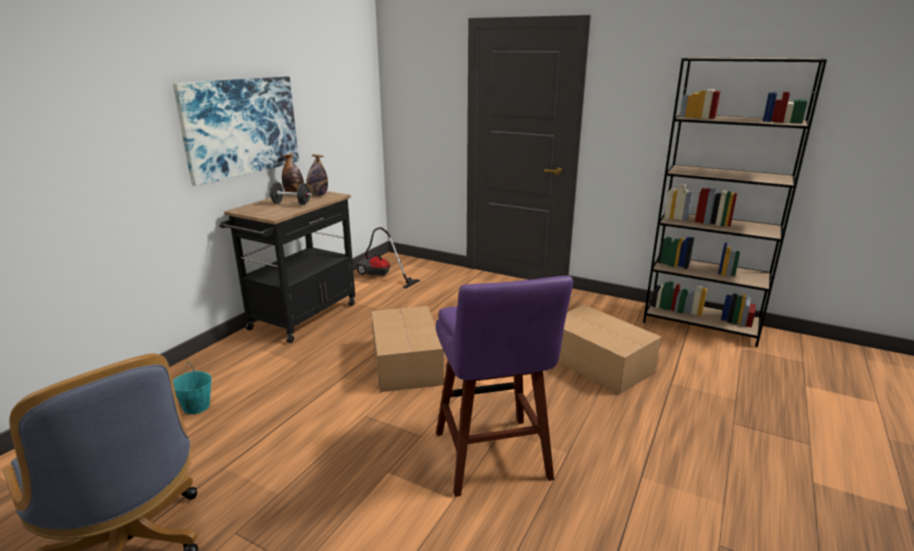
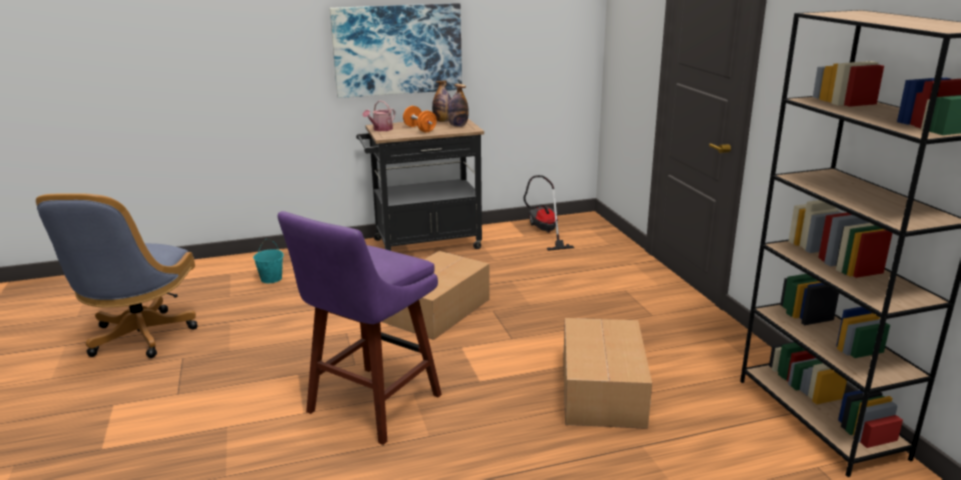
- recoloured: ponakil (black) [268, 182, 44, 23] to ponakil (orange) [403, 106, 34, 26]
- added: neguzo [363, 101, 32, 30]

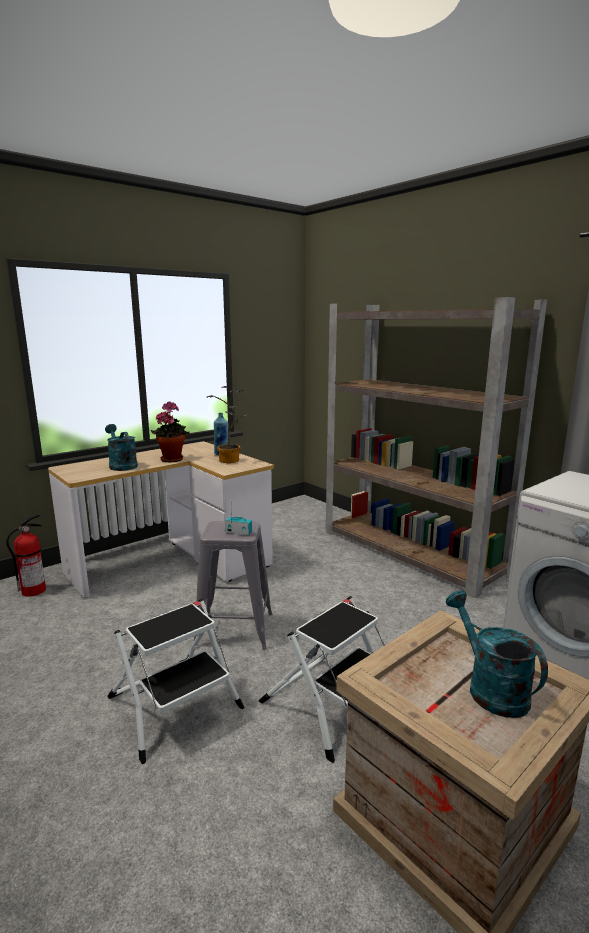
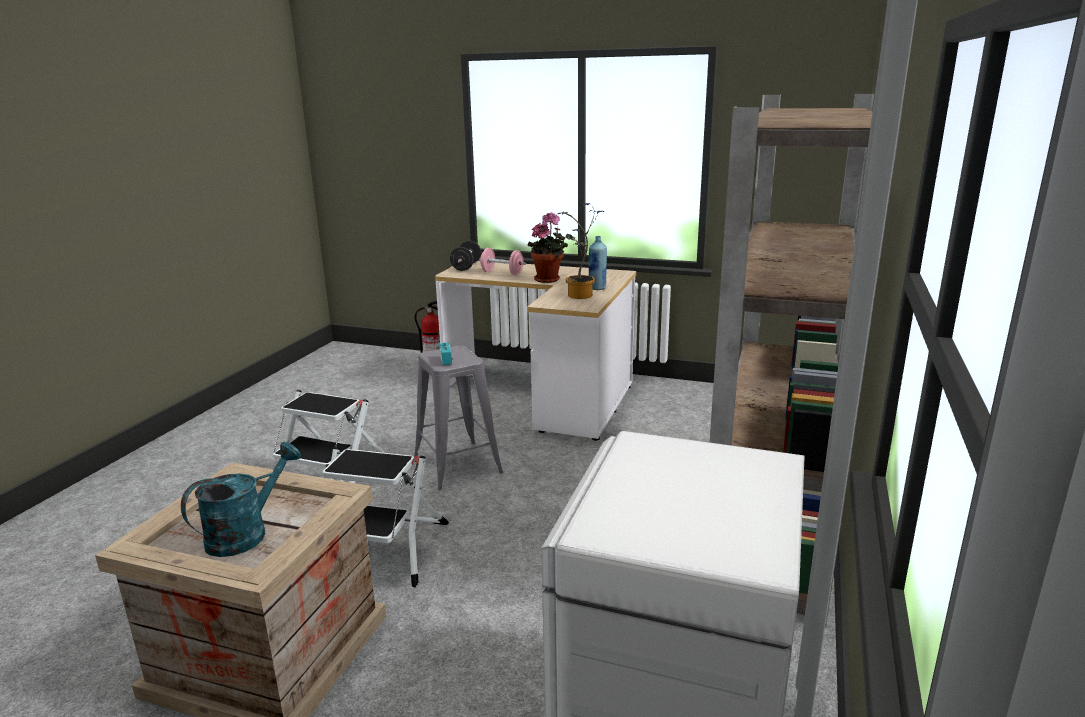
- replaced: neguzo (turquoise) [105, 424, 33, 47] to ponakil (pink) [479, 248, 46, 27]
- added: ponakil (black) [450, 241, 32, 30]

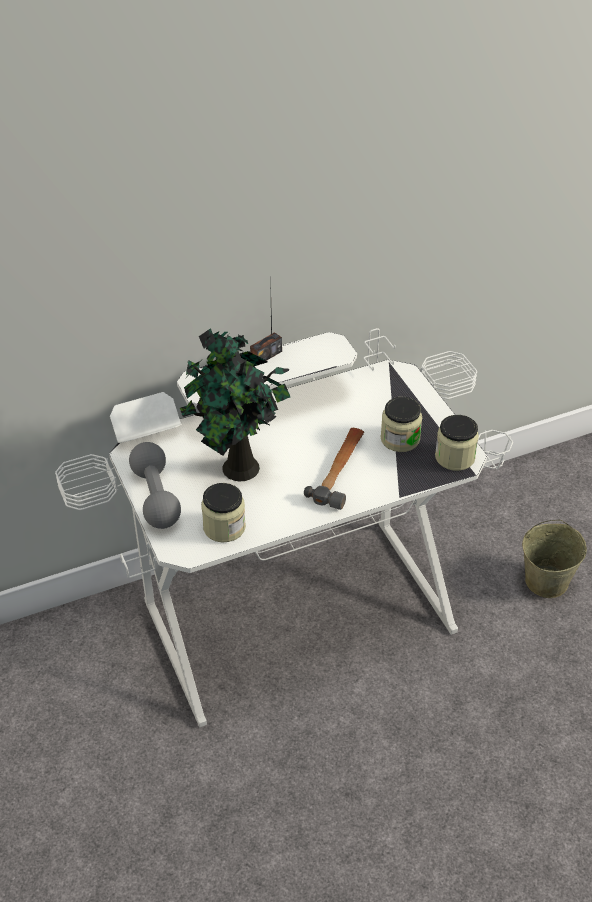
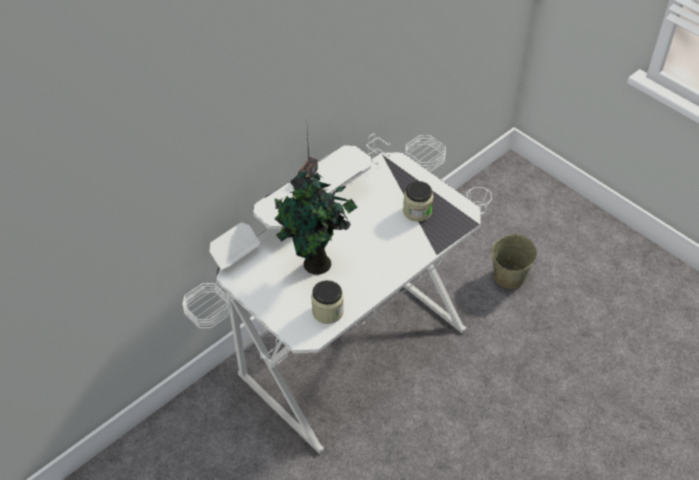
- removed: ponakil (grey) [129, 442, 52, 87]
- removed: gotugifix [304, 428, 60, 82]
- removed: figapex [435, 415, 44, 56]

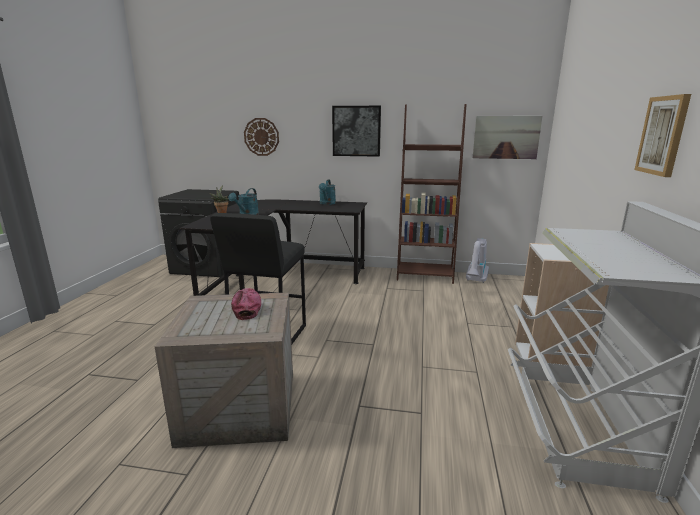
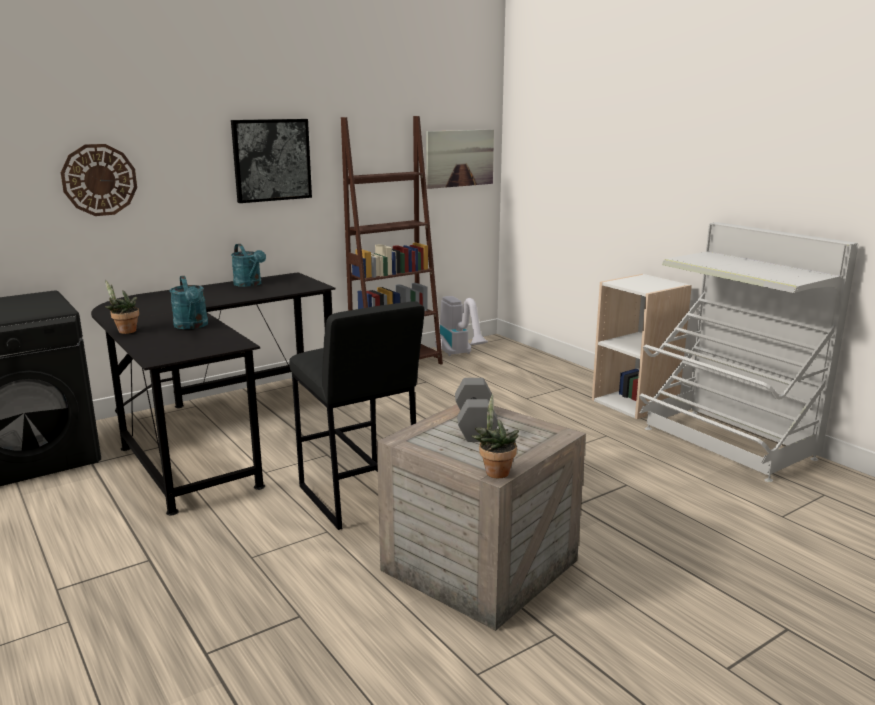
- replaced: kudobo [231, 288, 30, 32] to ponakil (grey) [455, 378, 43, 64]
- removed: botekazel [634, 94, 57, 83]
- added: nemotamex [471, 394, 48, 84]

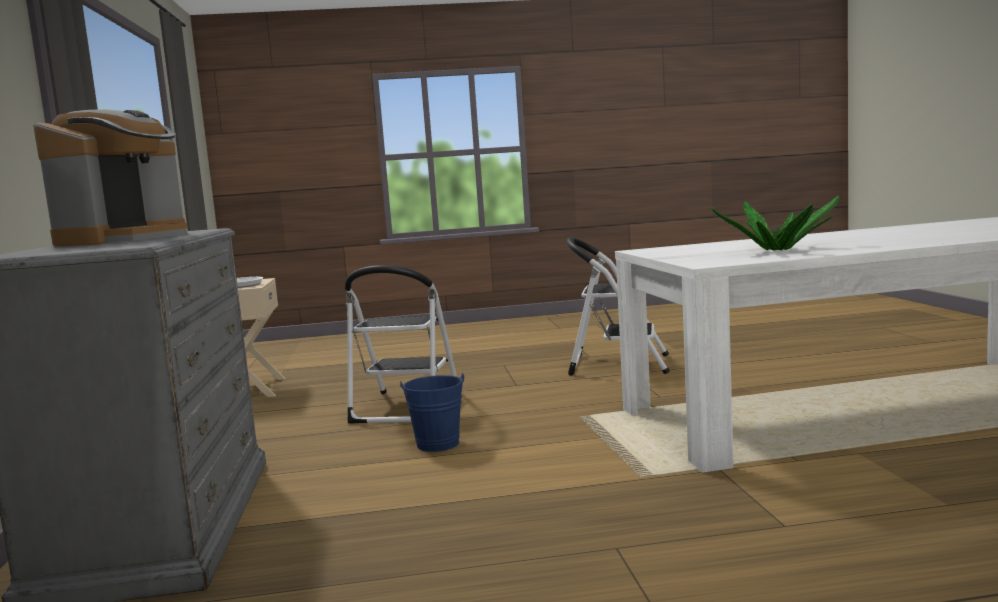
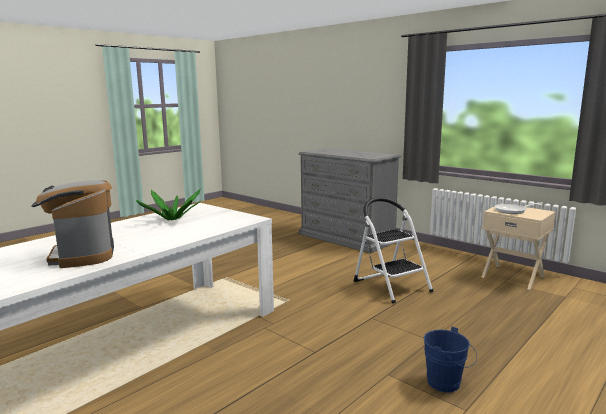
- moved: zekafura [33, 109, 155, 137] to [31, 180, 83, 88]
- moved: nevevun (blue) [400, 373, 64, 79] to [424, 327, 53, 66]
- removed: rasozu [566, 237, 104, 139]

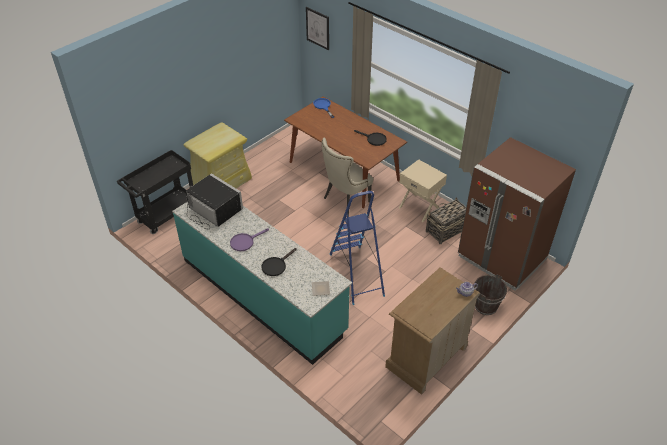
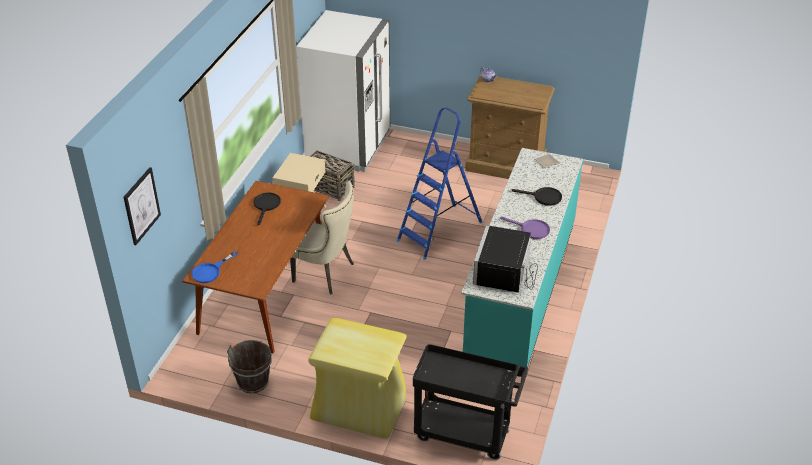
- recoloured: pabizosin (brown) [458, 137, 118, 154] to pabizosin (white) [296, 10, 94, 162]
- moved: nevevun (brown) [474, 274, 33, 41] to [227, 340, 44, 54]

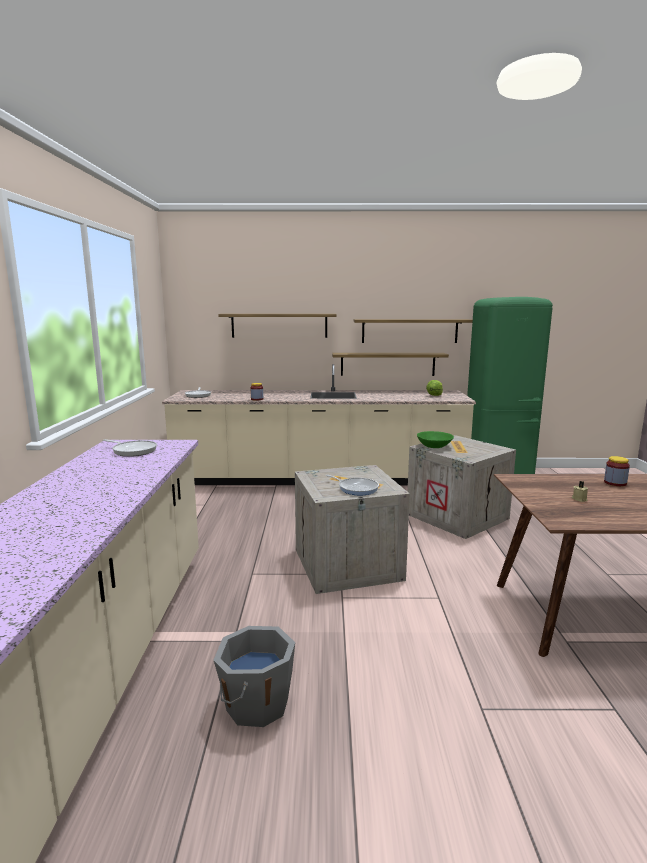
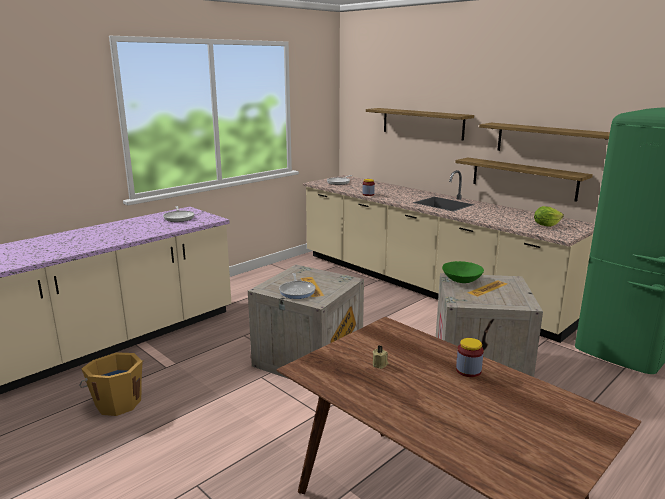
- recoloured: nevevun (grey) [214, 626, 81, 101] to nevevun (orange) [79, 352, 64, 64]

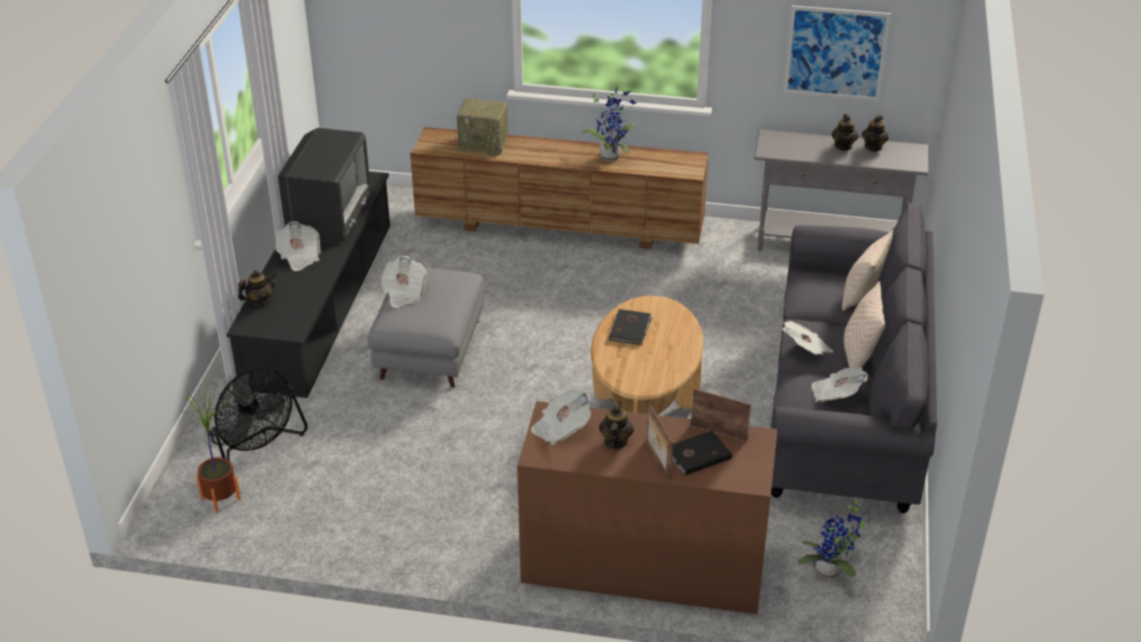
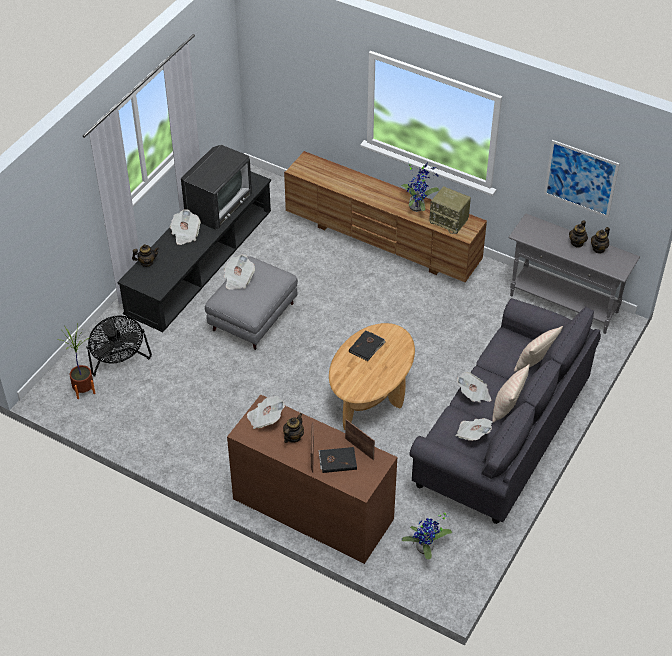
- moved: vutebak [457, 98, 51, 58] to [429, 186, 42, 48]

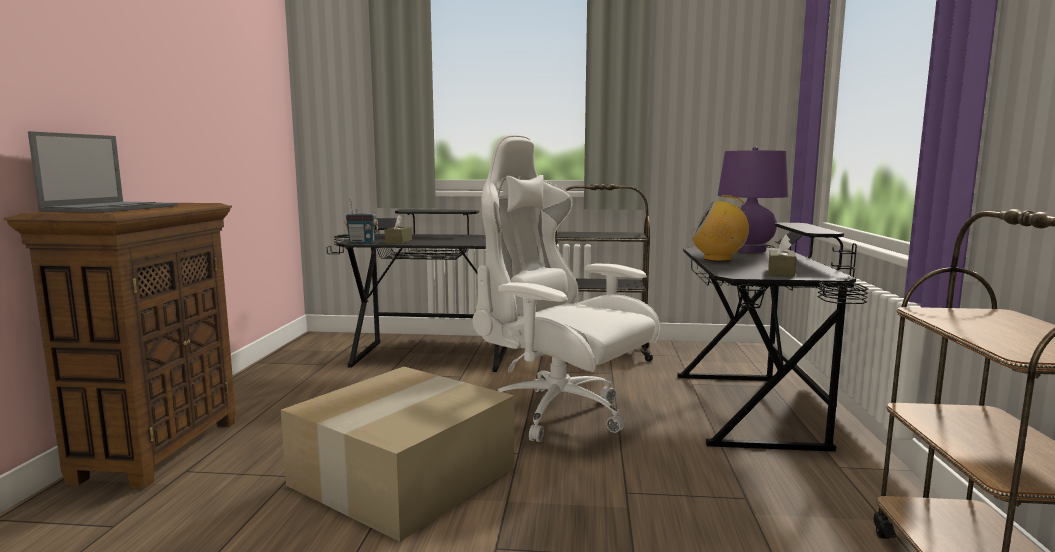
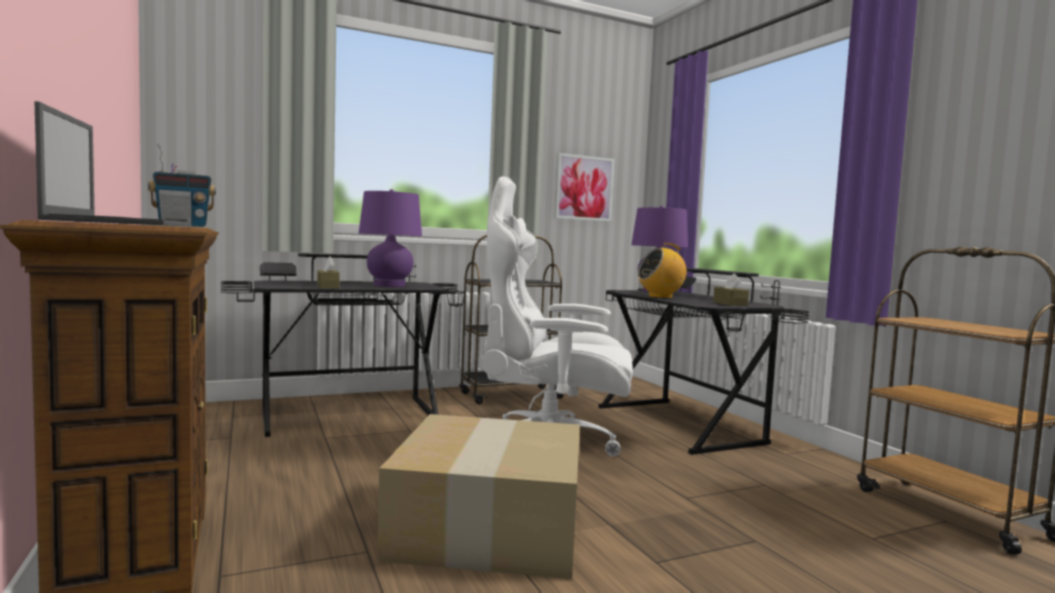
- moved: vutebak [344, 199, 34, 44] to [148, 144, 68, 83]
- added: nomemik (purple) [359, 189, 63, 98]
- added: botekazel [555, 153, 60, 69]

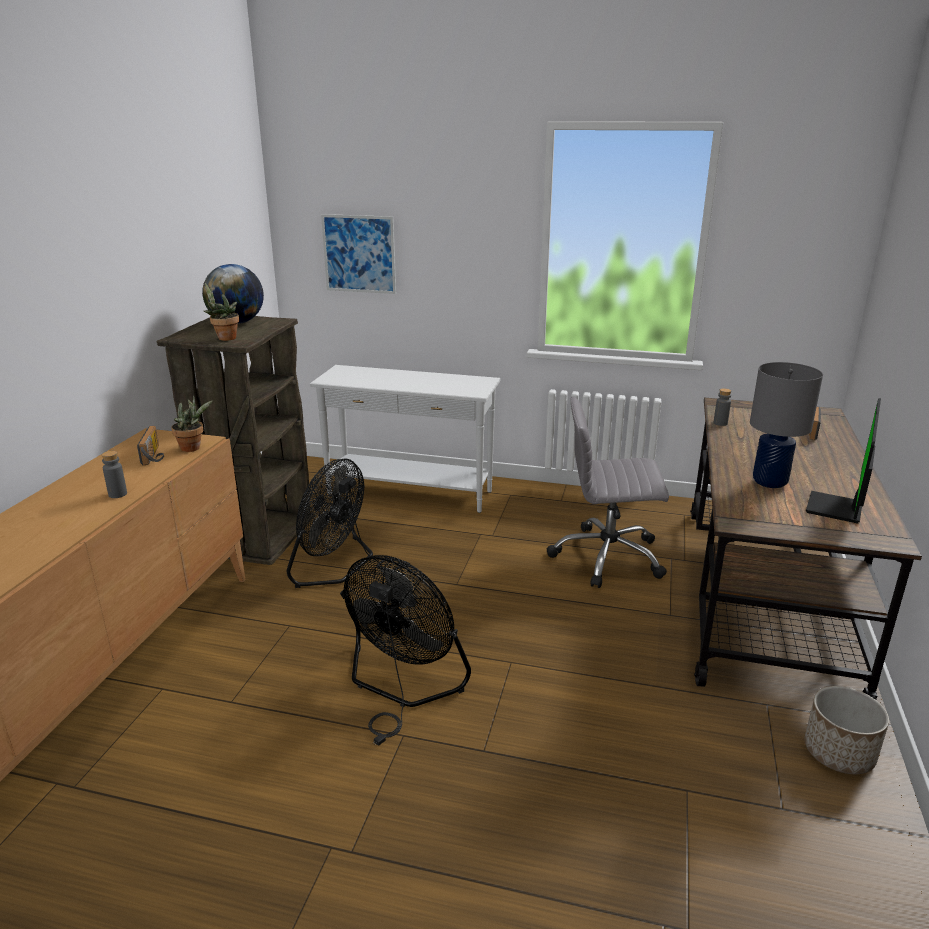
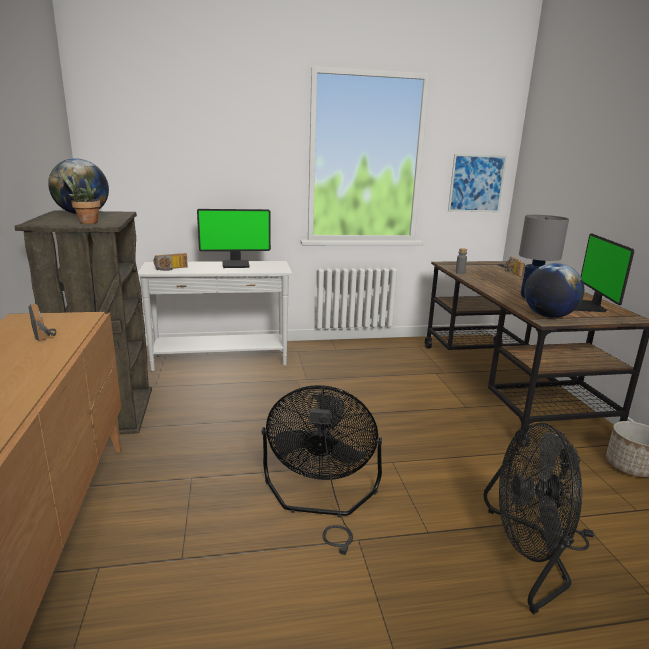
- removed: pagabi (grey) [102, 451, 25, 47]
- removed: nemotamex [171, 395, 41, 57]
- moved: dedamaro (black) [287, 459, 123, 129] to [484, 423, 112, 191]
- moved: botekazel [321, 214, 75, 80] to [448, 154, 59, 58]
- removed: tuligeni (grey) [547, 397, 122, 191]
- added: vutebak [153, 253, 35, 18]
- added: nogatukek [197, 209, 74, 59]
- added: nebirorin [524, 263, 60, 55]

